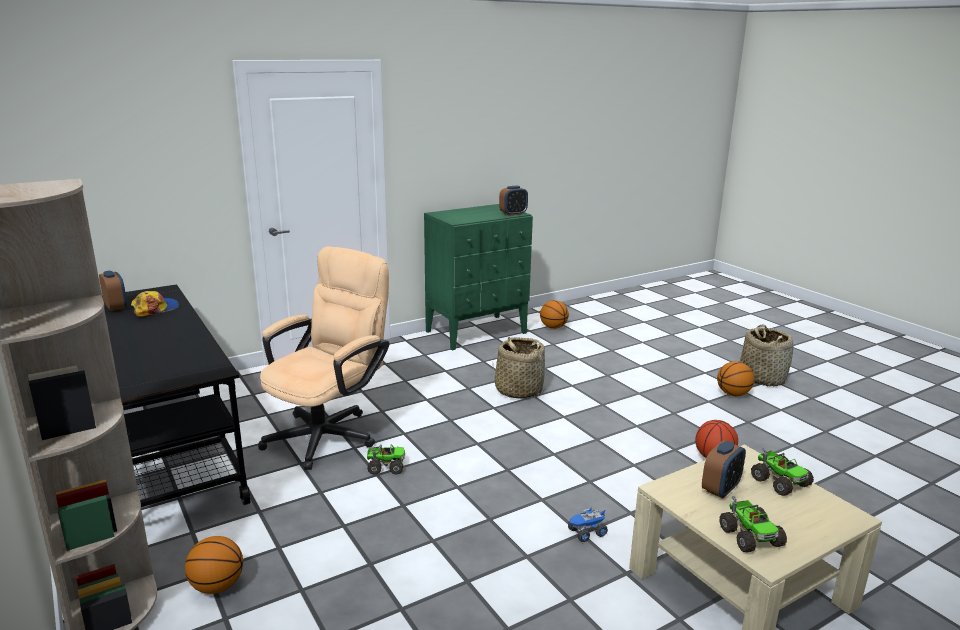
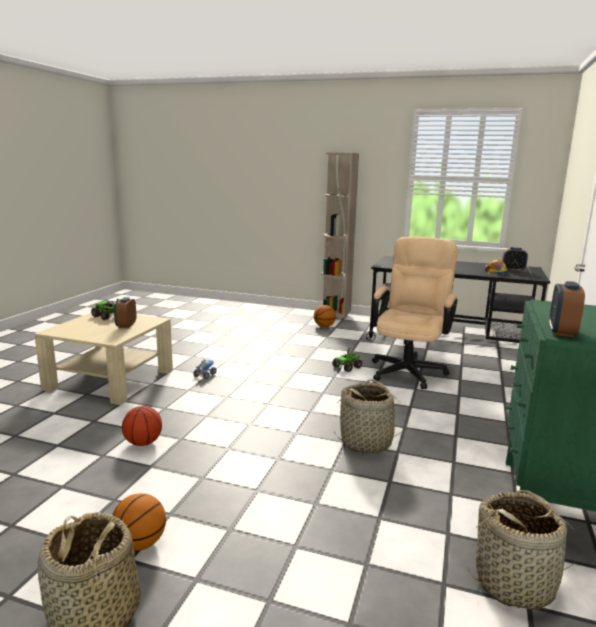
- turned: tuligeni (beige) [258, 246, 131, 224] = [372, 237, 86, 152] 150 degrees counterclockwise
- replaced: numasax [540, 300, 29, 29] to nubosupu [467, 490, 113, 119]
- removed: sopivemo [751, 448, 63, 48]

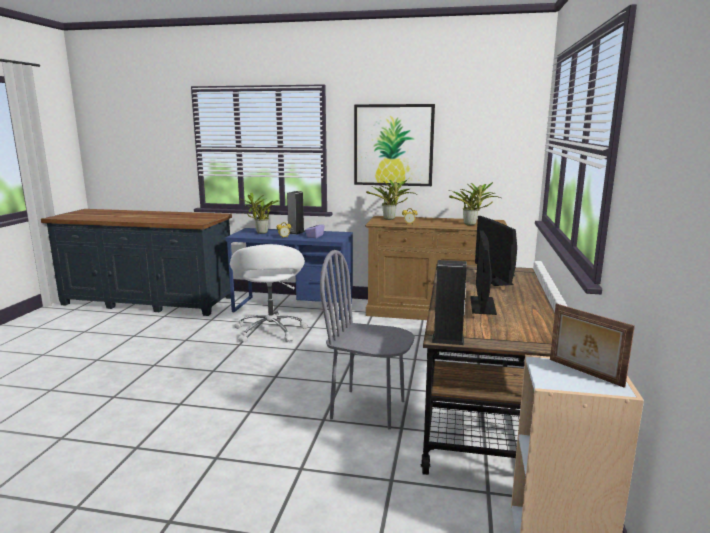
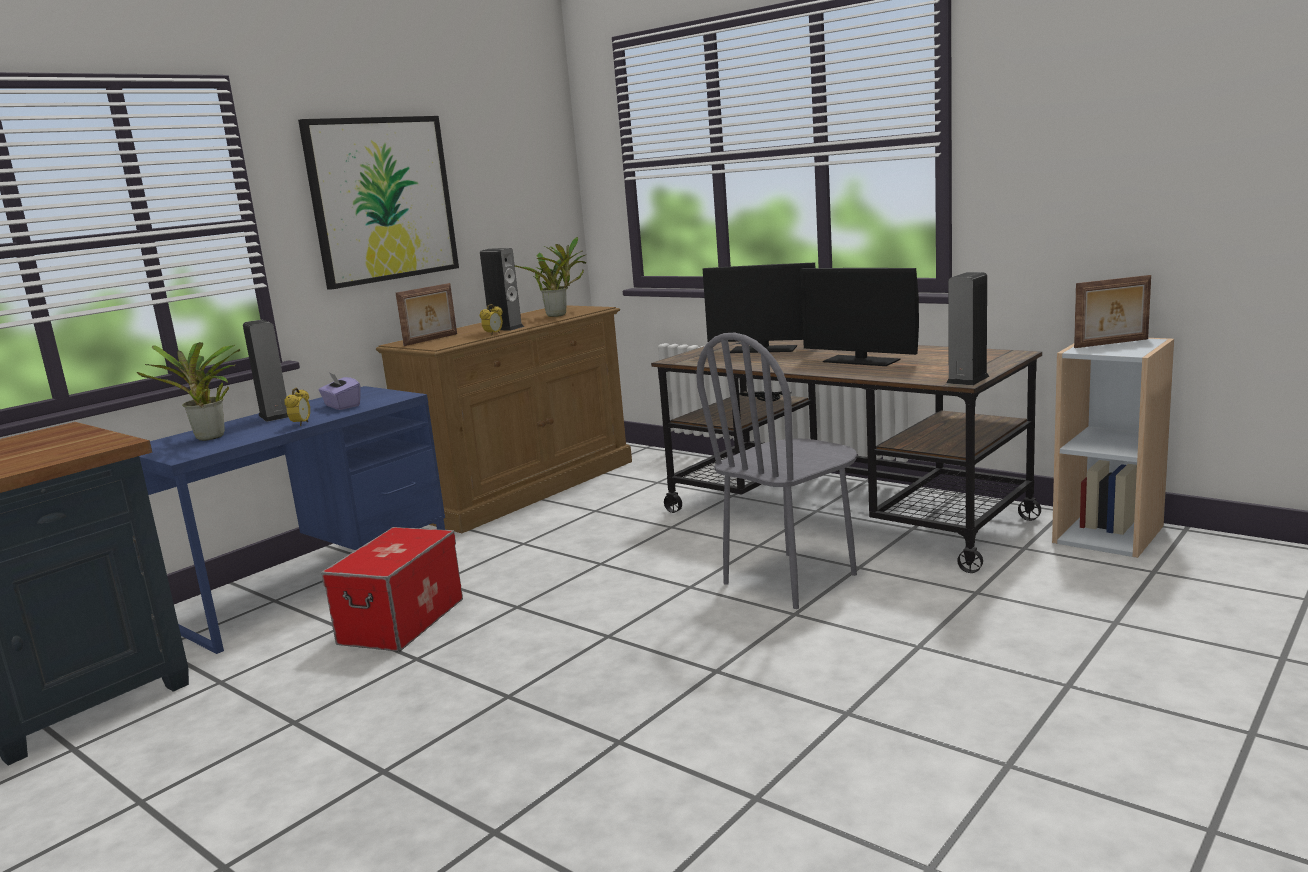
- replaced: tuligeni (white) [230, 244, 78, 98] to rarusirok [321, 527, 142, 125]
- replaced: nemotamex [366, 179, 49, 41] to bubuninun [396, 283, 61, 63]
- added: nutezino [480, 248, 44, 83]

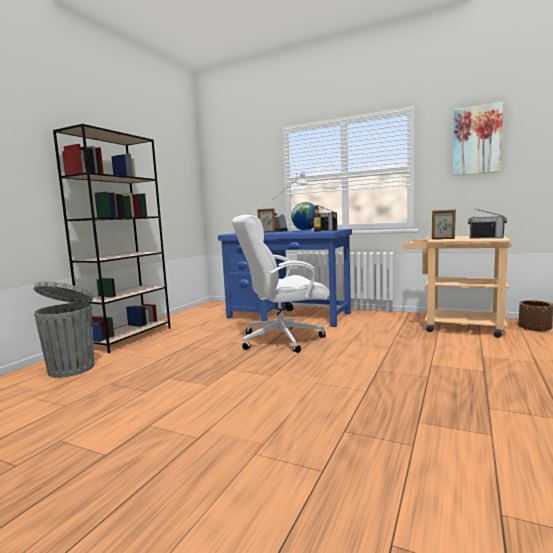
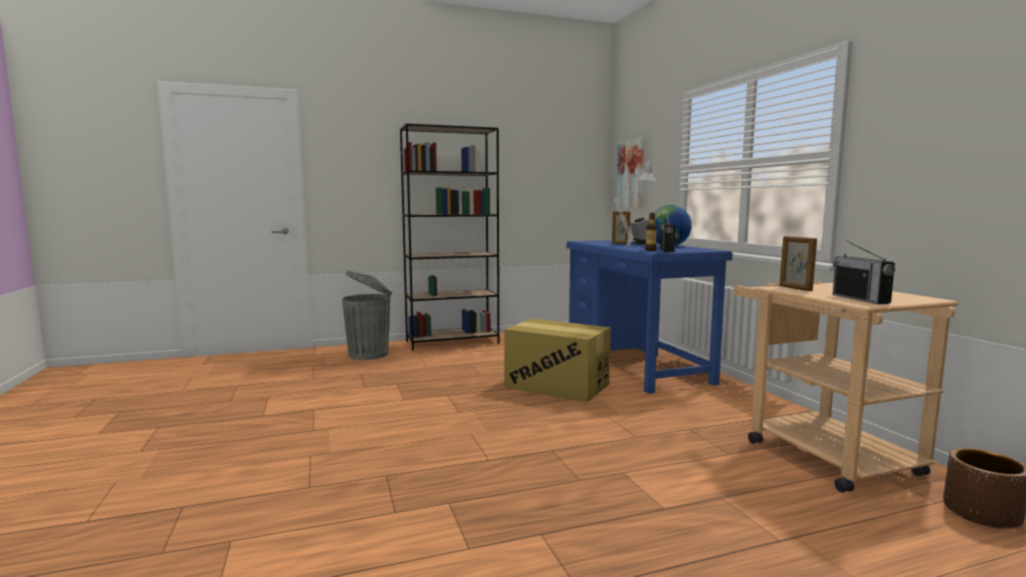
- replaced: tuligeni (white) [232, 215, 96, 138] to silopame [504, 319, 107, 83]
- moved: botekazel [453, 102, 50, 74] to [616, 138, 28, 70]

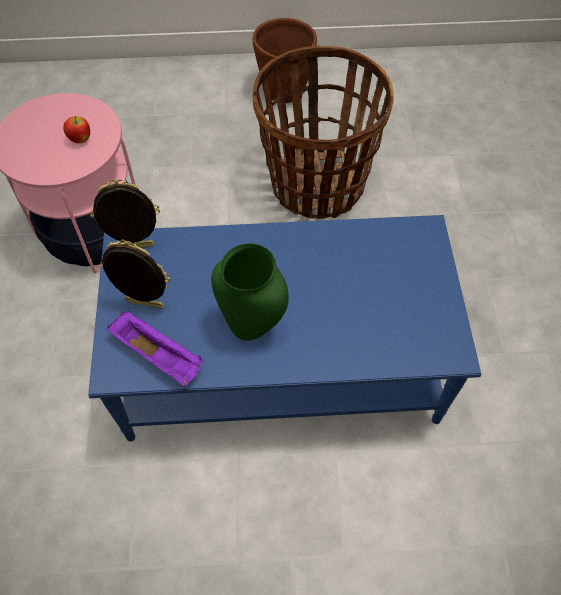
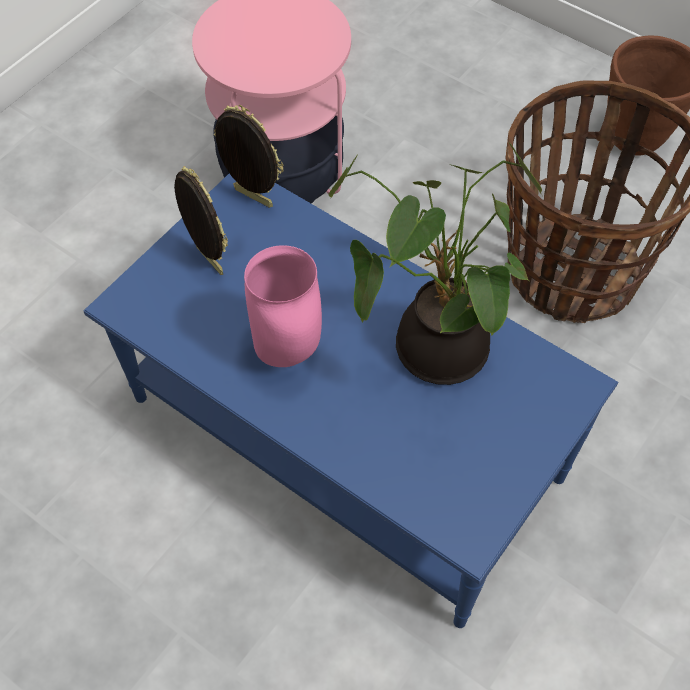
- removed: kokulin [63, 116, 27, 27]
- removed: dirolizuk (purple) [107, 311, 96, 75]
- recoloured: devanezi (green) [211, 243, 78, 98] to devanezi (pink) [244, 245, 78, 122]
- added: nemotamex [328, 142, 215, 243]

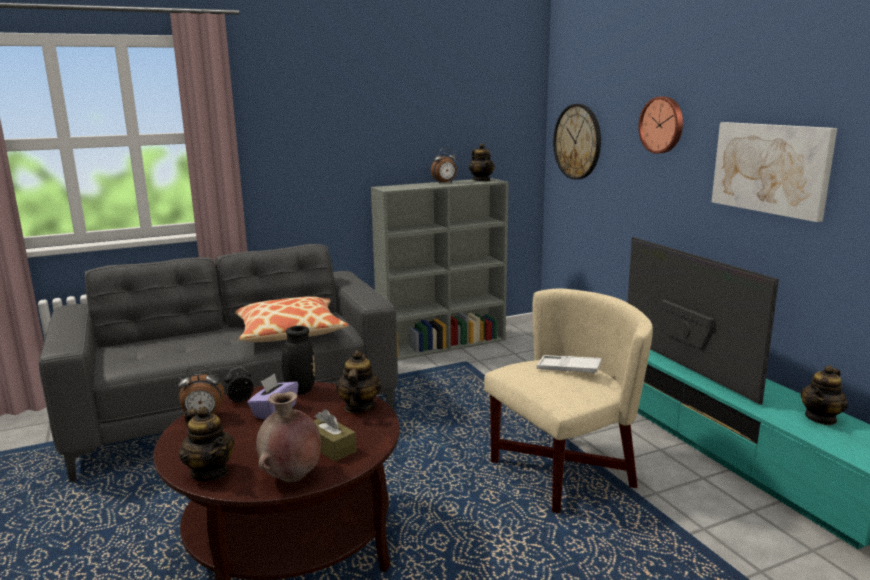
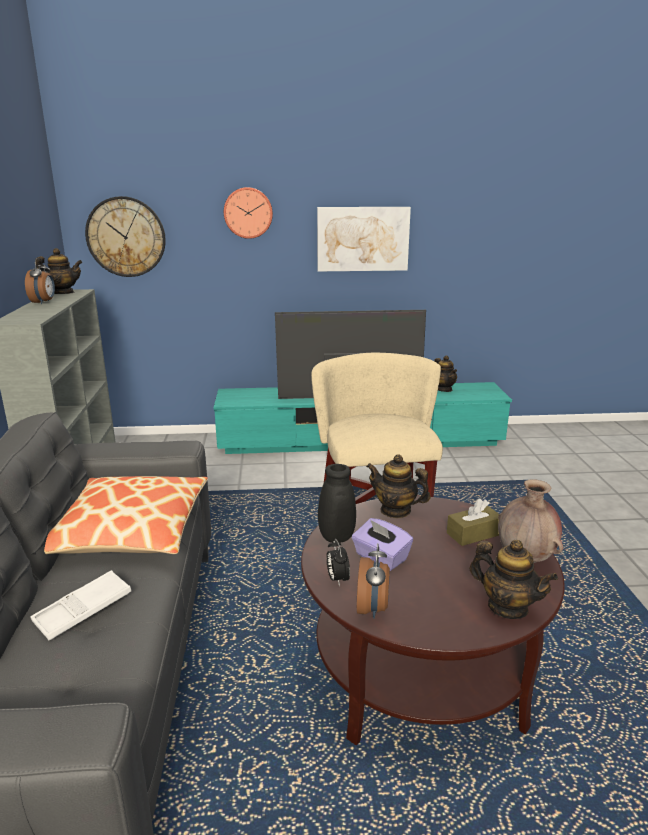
- turned: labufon [179, 406, 55, 75] = [469, 540, 89, 79] 60 degrees clockwise
- moved: dirolizuk (white) [537, 355, 65, 19] to [31, 570, 100, 70]

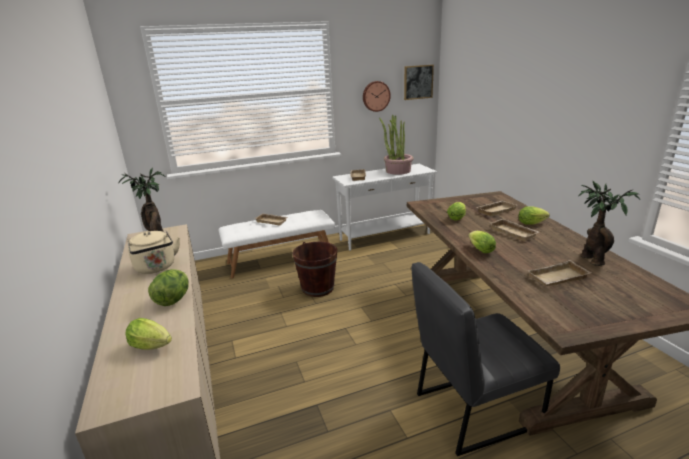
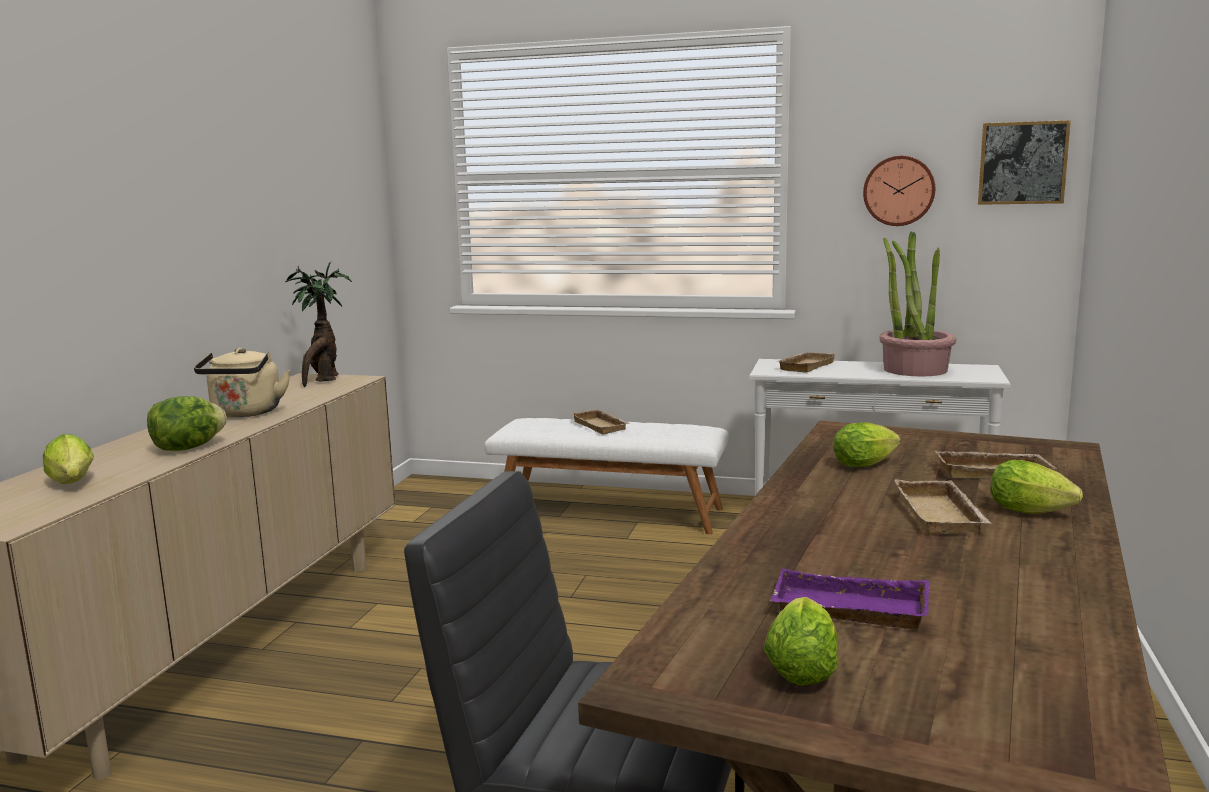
- removed: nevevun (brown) [292, 242, 45, 55]
- moved: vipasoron [469, 231, 27, 22] to [764, 597, 74, 89]
- recoloured: dirolizuk (beige) [527, 260, 64, 26] to dirolizuk (purple) [770, 568, 160, 61]
- removed: nemotamex [578, 181, 63, 85]

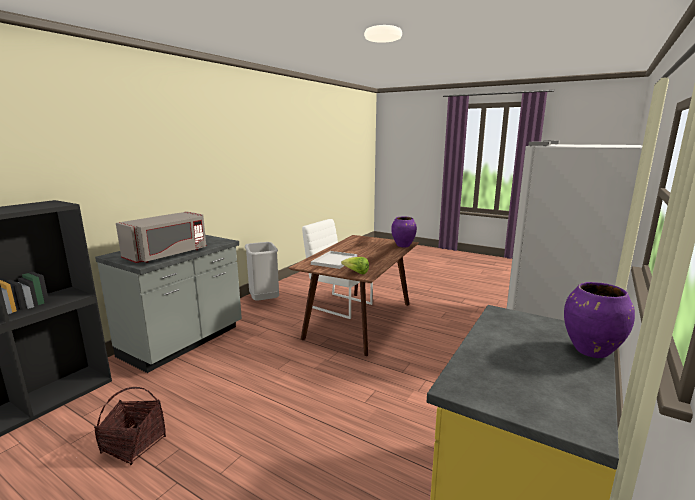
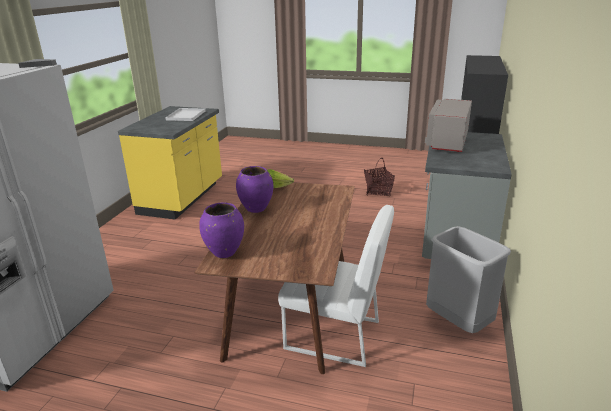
- moved: dirolizuk (white) [311, 251, 46, 18] to [165, 108, 41, 13]
- moved: devanezi (purple) [564, 282, 71, 76] to [236, 166, 37, 47]

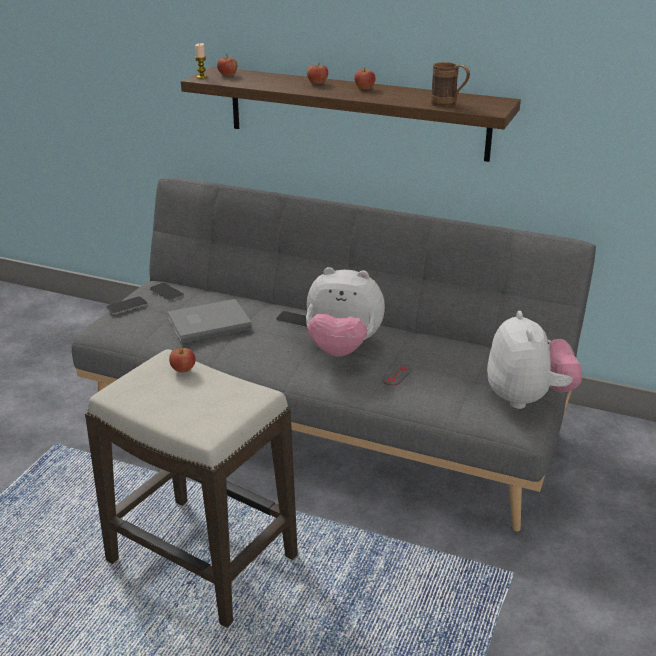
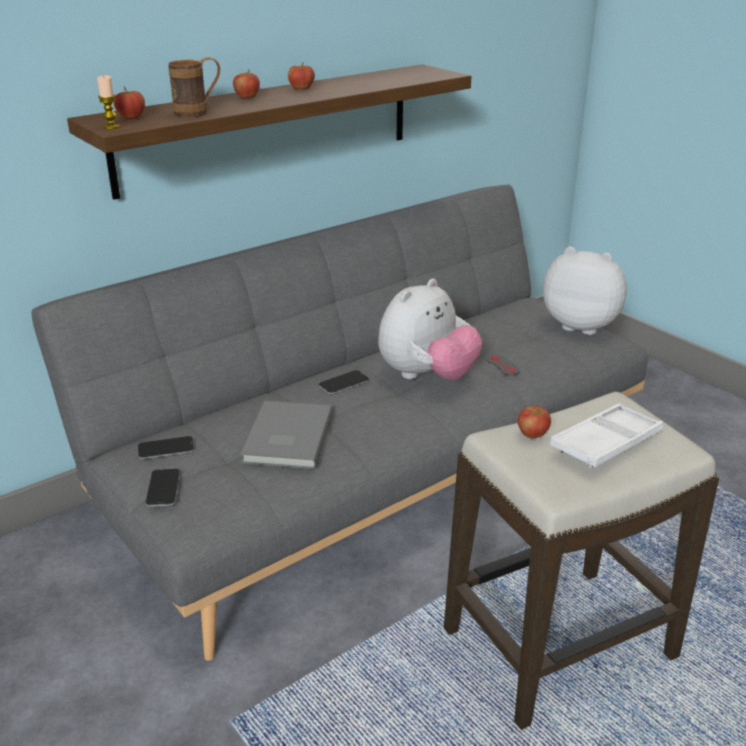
- moved: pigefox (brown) [431, 62, 39, 45] to [169, 57, 51, 61]
- added: dirolizuk (white) [550, 403, 114, 65]

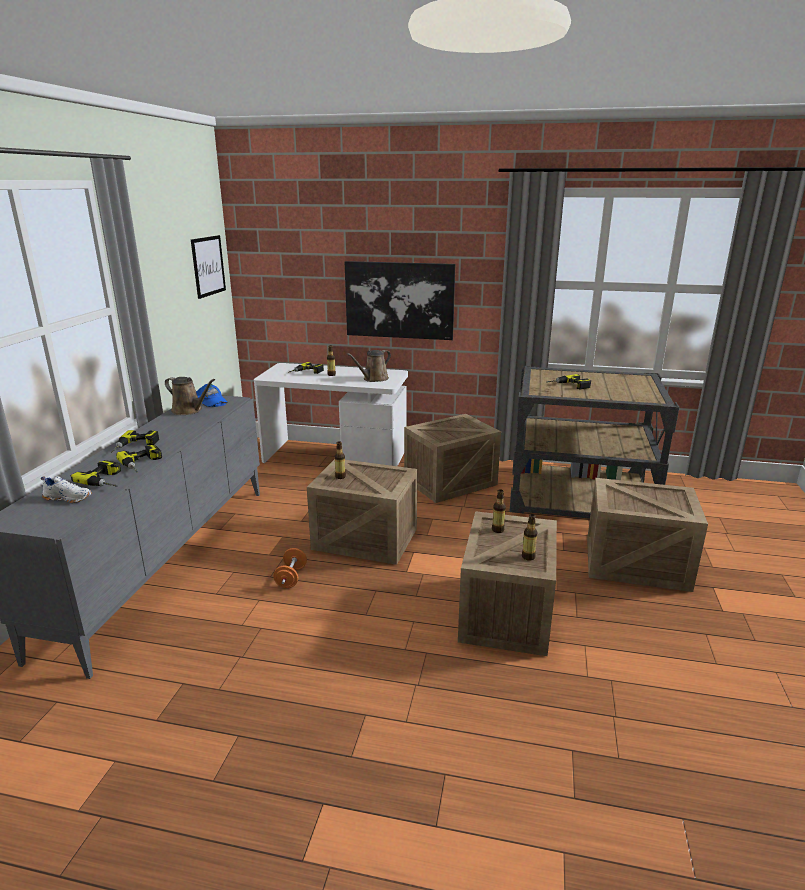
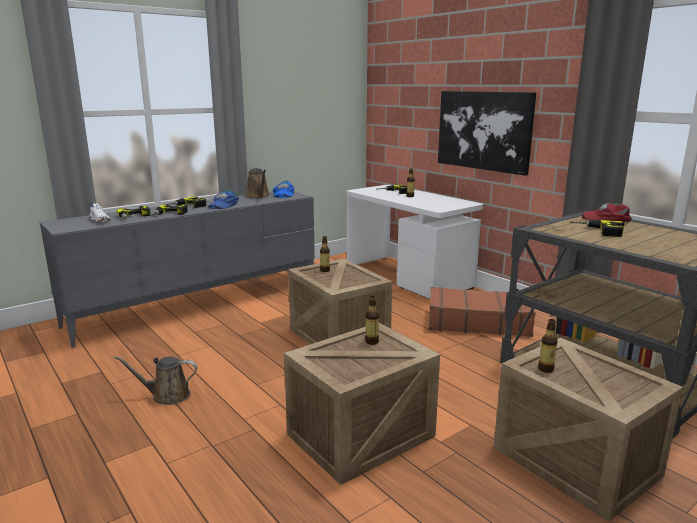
- removed: botekazel [191, 235, 35, 64]
- removed: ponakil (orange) [273, 548, 34, 40]
- moved: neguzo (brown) [347, 350, 44, 32] to [114, 356, 83, 49]
- replaced: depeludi [404, 414, 97, 89] to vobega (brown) [429, 287, 107, 50]
- moved: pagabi [522, 514, 16, 47] to [538, 319, 20, 54]
- added: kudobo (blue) [208, 190, 31, 19]
- added: kudobo (red) [582, 203, 50, 19]

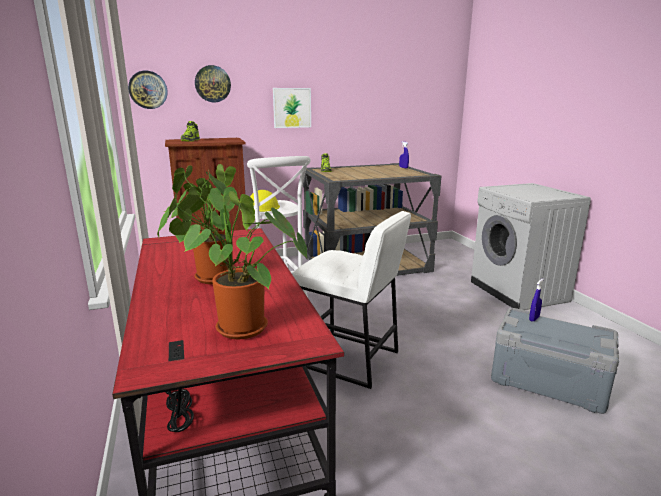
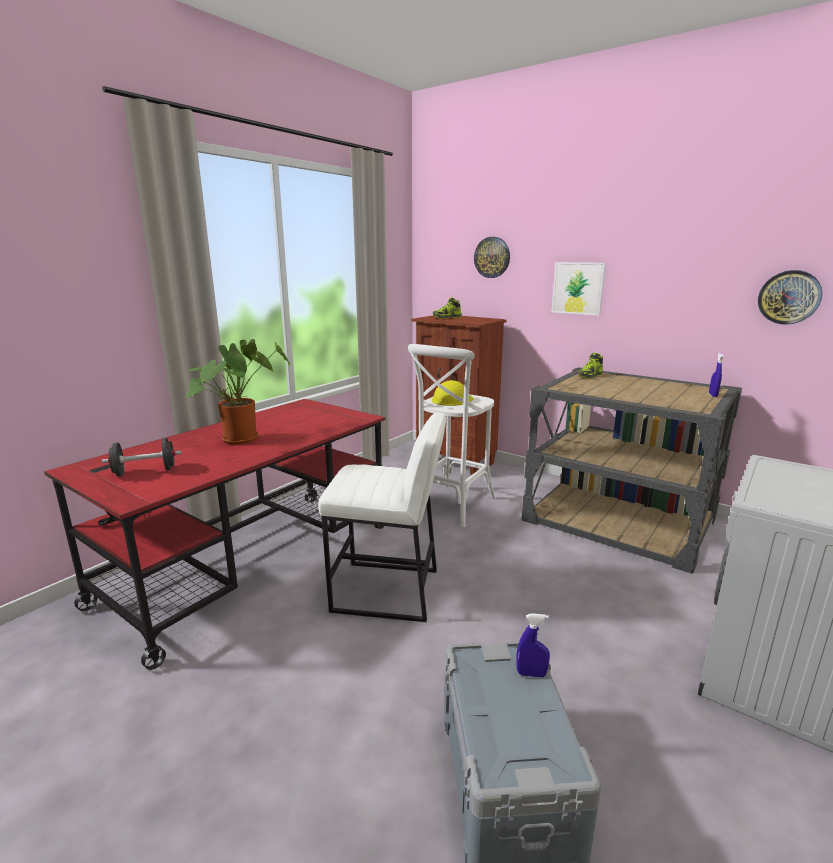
- moved: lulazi [128, 71, 39, 38] to [758, 270, 64, 55]
- replaced: nemotamex [157, 187, 151, 153] to ponakil (black) [102, 437, 79, 40]
- turned: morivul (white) [293, 211, 118, 178] = [318, 412, 128, 210] 75 degrees counterclockwise

